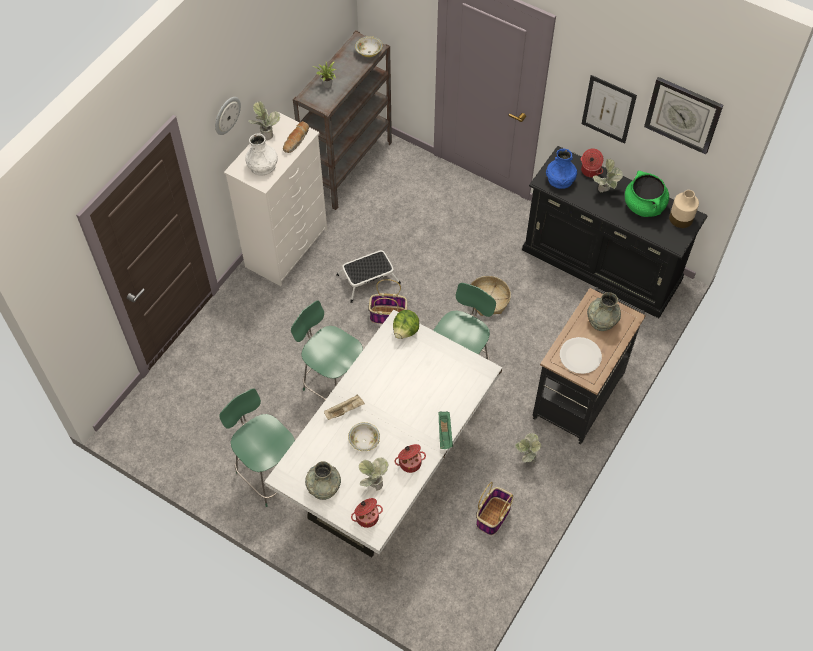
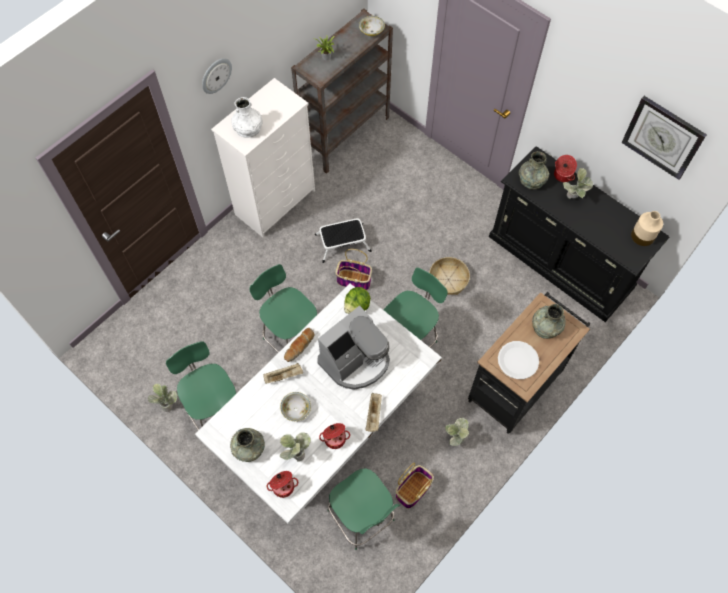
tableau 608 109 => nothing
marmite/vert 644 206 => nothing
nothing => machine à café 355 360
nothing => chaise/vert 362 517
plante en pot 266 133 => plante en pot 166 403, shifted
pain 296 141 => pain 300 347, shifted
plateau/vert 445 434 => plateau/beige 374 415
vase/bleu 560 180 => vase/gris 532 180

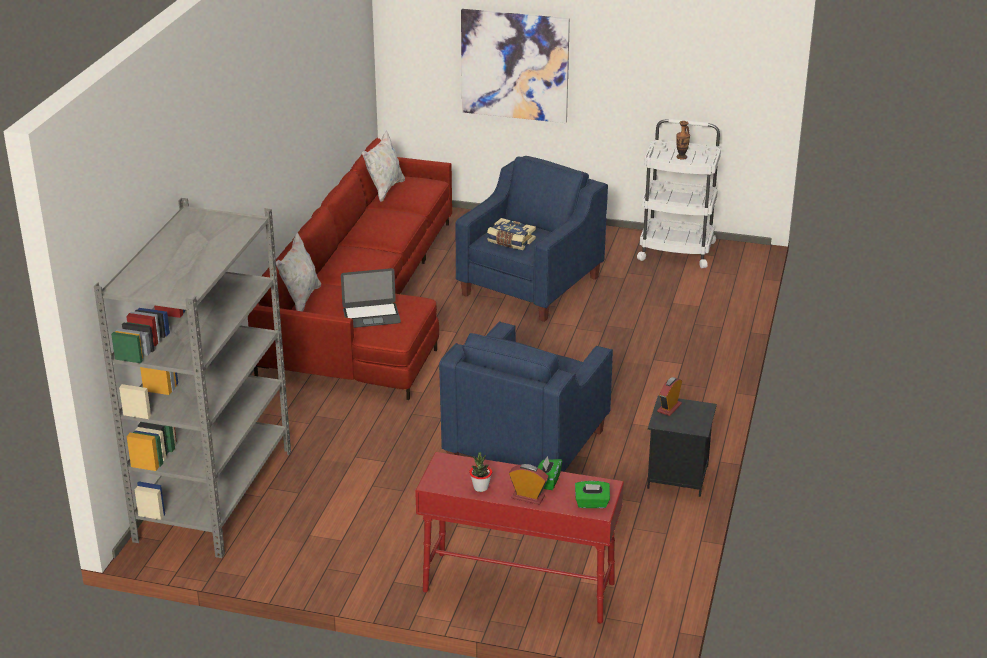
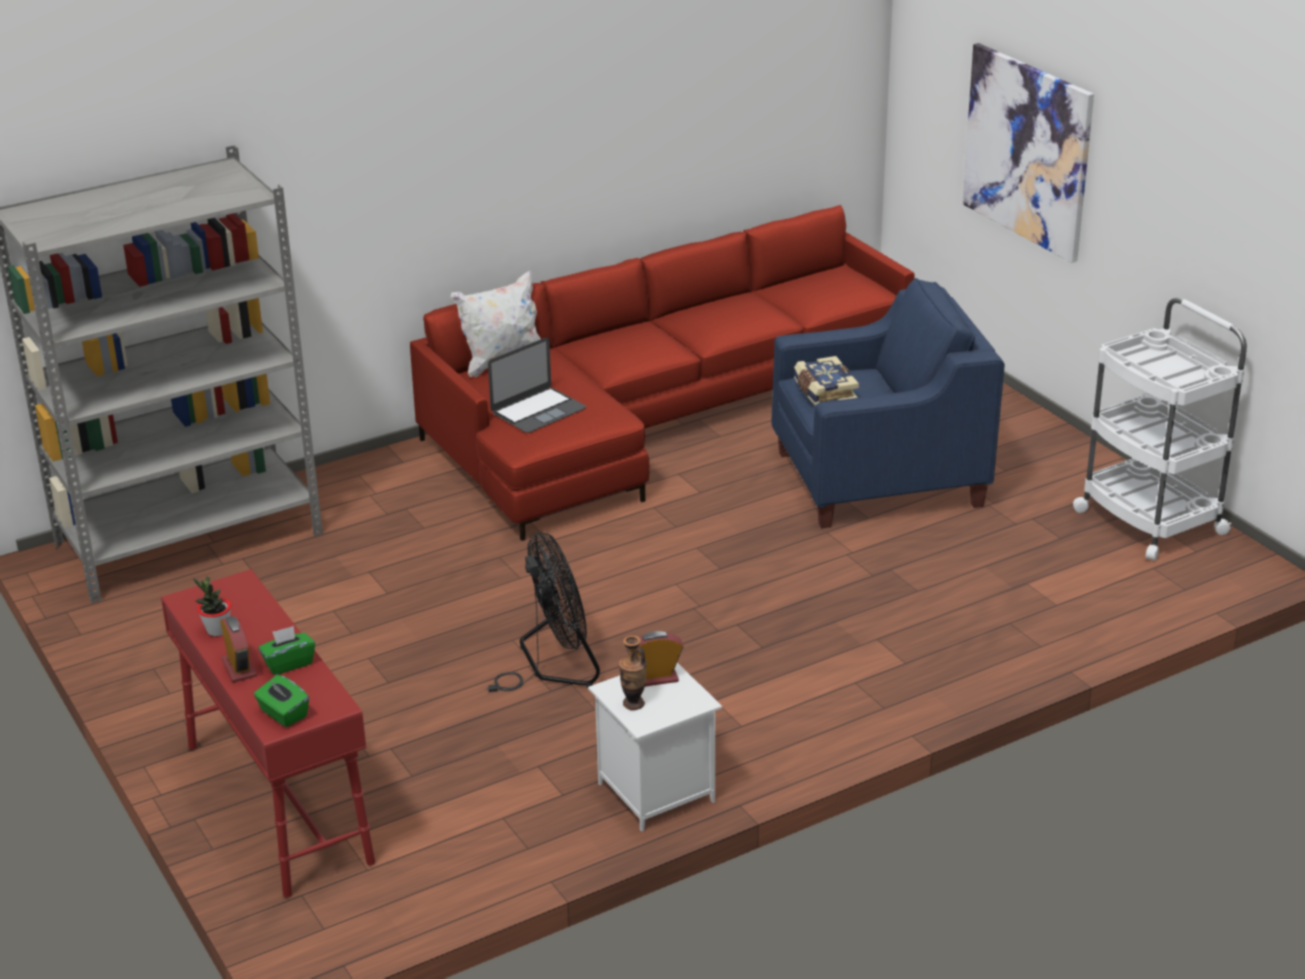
coussin/blanc 384 190 => nothing
vase 681 157 => vase 633 703, shifted
fauteuil/bleu 526 448 => ventilateur/noir 548 660
table de chevet/noir 679 478 => table de chevet/blanc 655 795
ordinateur portable 371 315 => ordinateur portable 538 410, 75 degrees counterclockwise

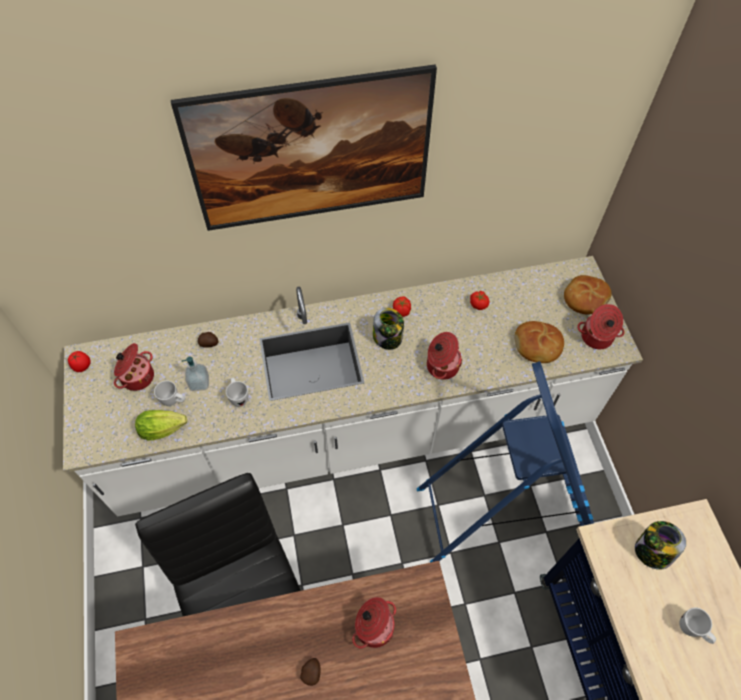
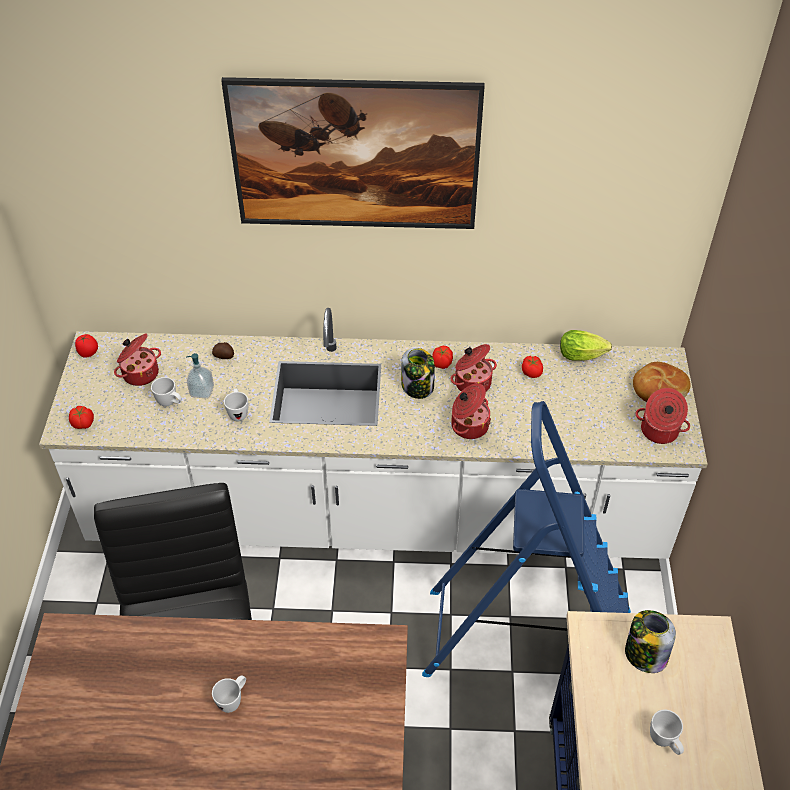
pain 537 346 => nothing
nothing => tomate 83 424
laitue 165 429 => laitue 584 356, shifted
marmite 373 626 => marmite 472 382, shifted
pomme de terre 312 672 => mug/blanc 233 700

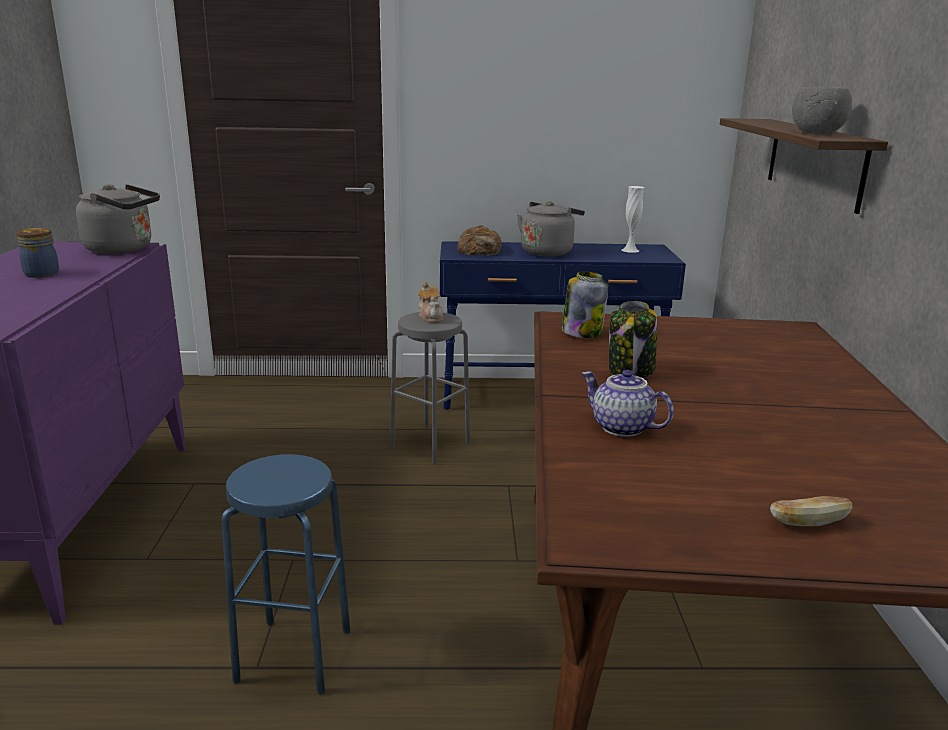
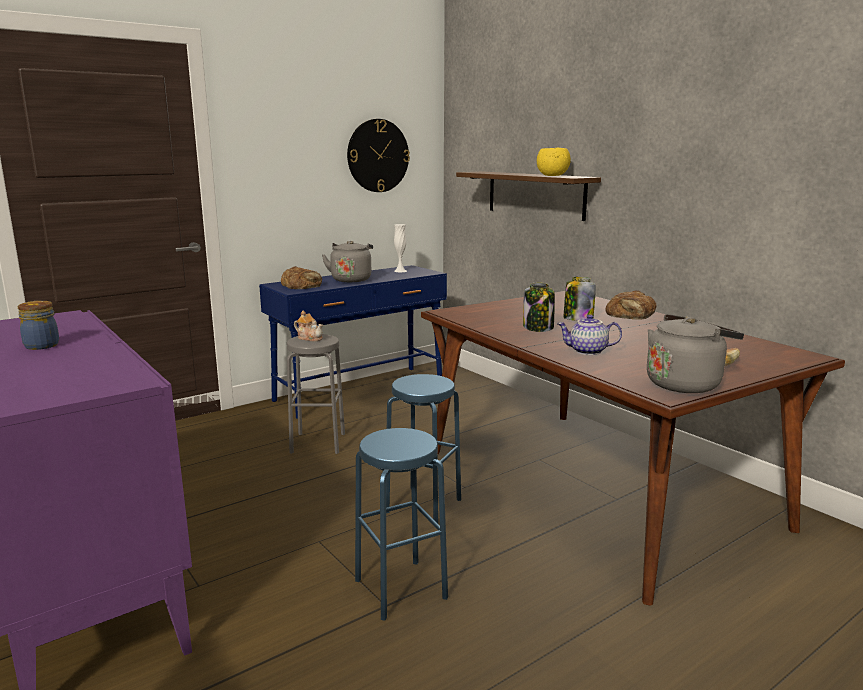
nothing => horloge murale 378 156
nothing => tabouret/bleu 423 505
nothing => pain 631 313
bouilloire/gris 123 249 => bouilloire/gris 685 384, shifted
bocal 582 333 => bocal 577 319, shifted
bol/gris 817 133 => bol/jaune 553 175

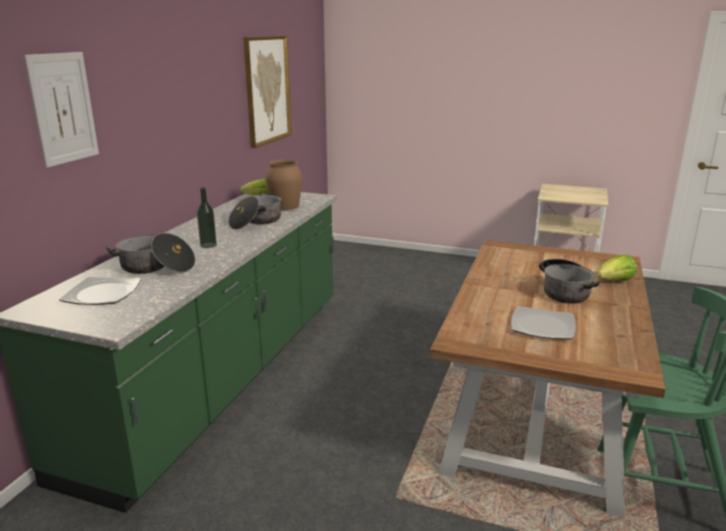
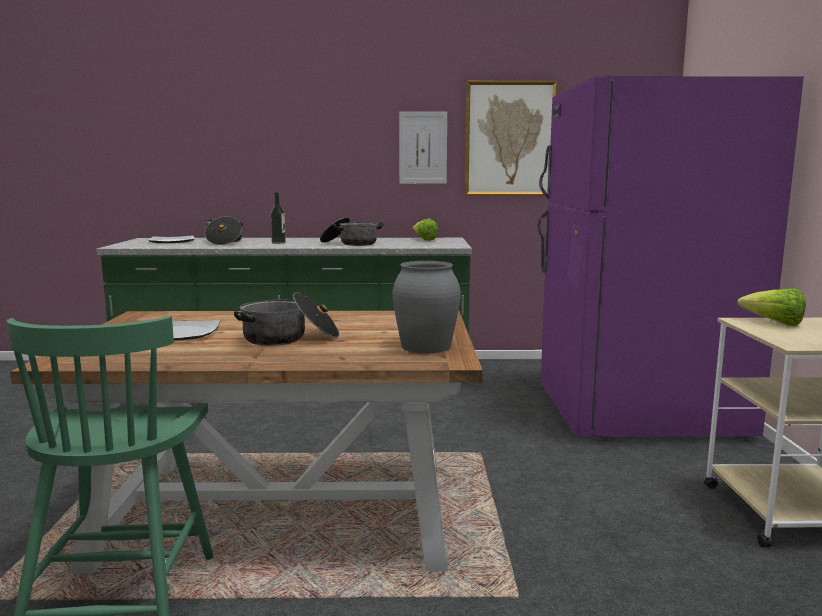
vase/marron 285 206 => nothing
nothing => vase/gris 425 346
nothing => réfrigérateur/violet 638 411
tableau 63 108 => tableau 423 148, shifted
laitue 614 282 => laitue 774 323, shifted

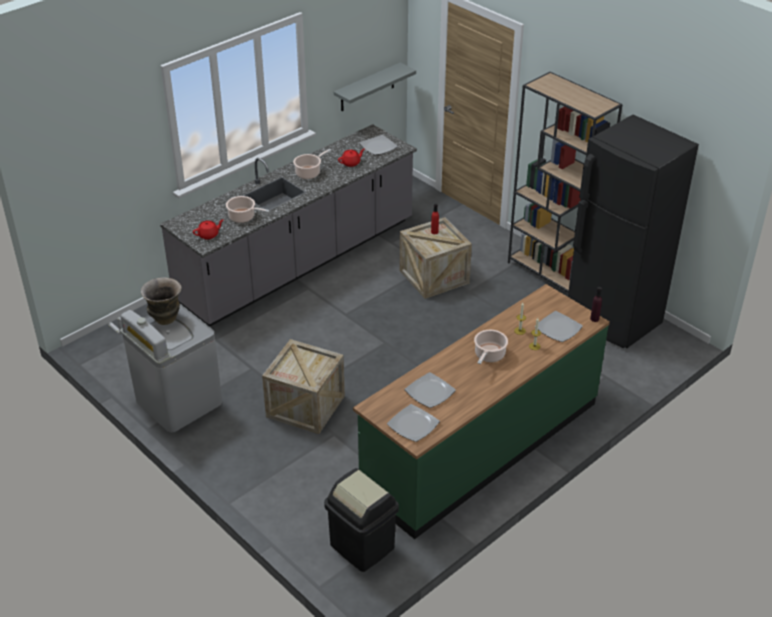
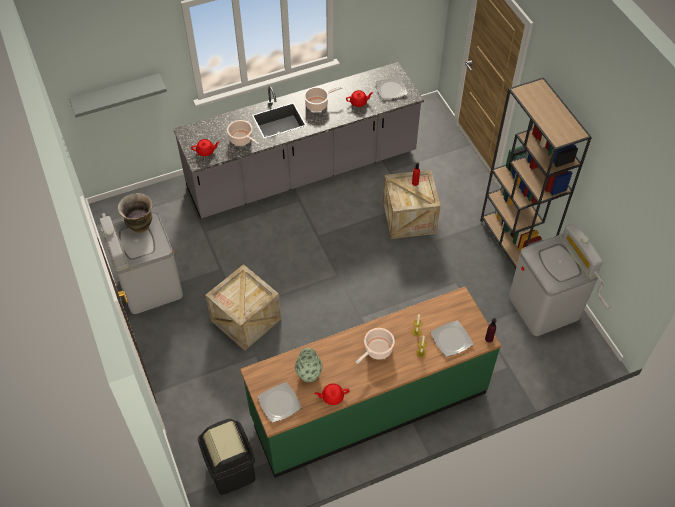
nothing => théière/rouge 332 396
étagère/gris 367 87 => étagère/gris 117 95, shifted
assiette 430 392 => vase 309 374
réfrigérateur/noir 613 319 => lave-linge/gris 545 309

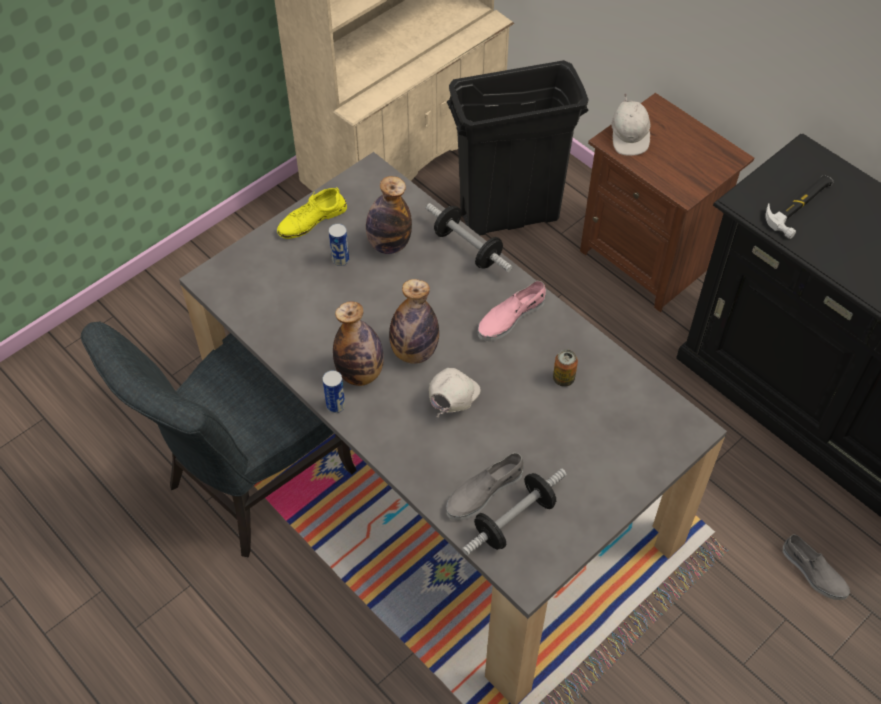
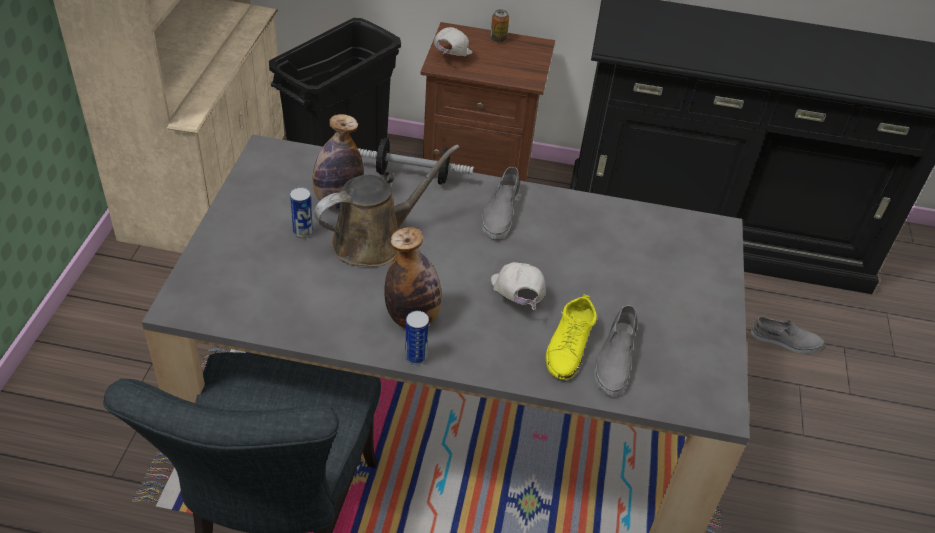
bouteille 414 352 => nothing
haltère 514 520 => nothing
marteau 800 206 => nothing
nothing => arrosoir/marron 374 241
chaussure/jaune 312 220 => chaussure/jaune 569 346, shifted
boîte métallique 563 379 => boîte métallique 498 39, shifted
chaussure/rose 510 317 => chaussure/gris 500 212
casquette/blanc 629 137 => casquette/blanc 450 57, 120 degrees counterclockwise

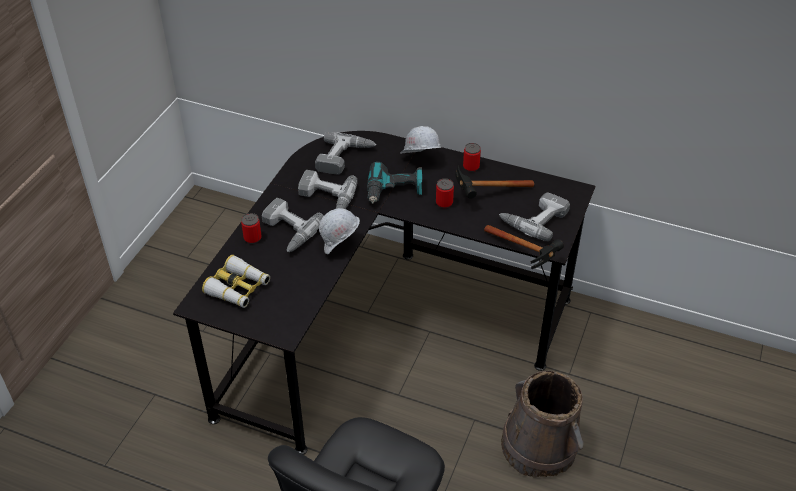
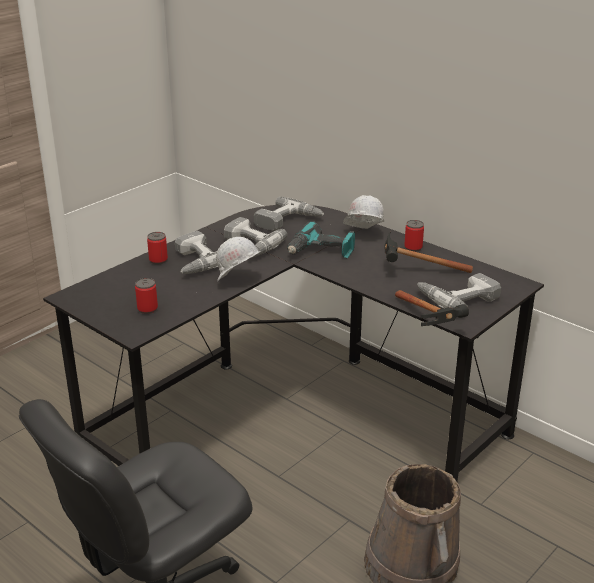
jumelles 238 288 => nothing
boîte métallique 444 203 => boîte métallique 147 309, shifted

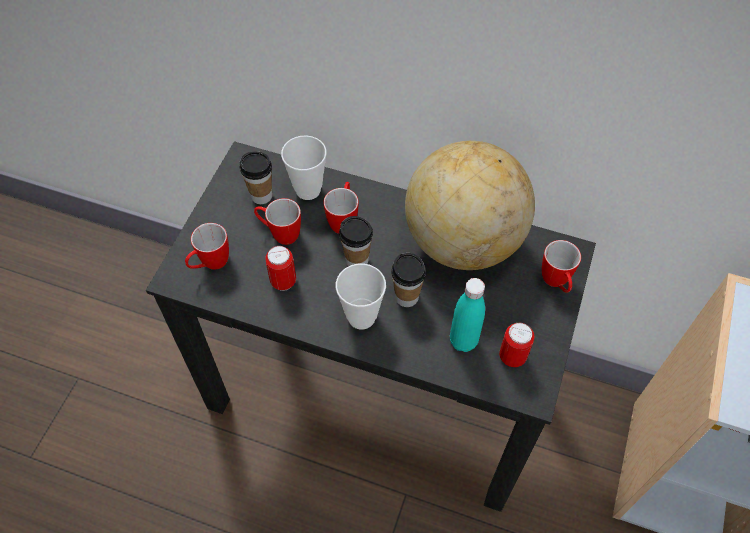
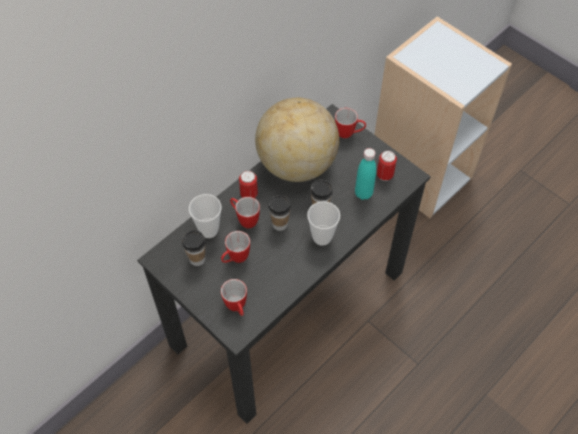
boîte métallique 283 281 => boîte métallique 249 195, shifted

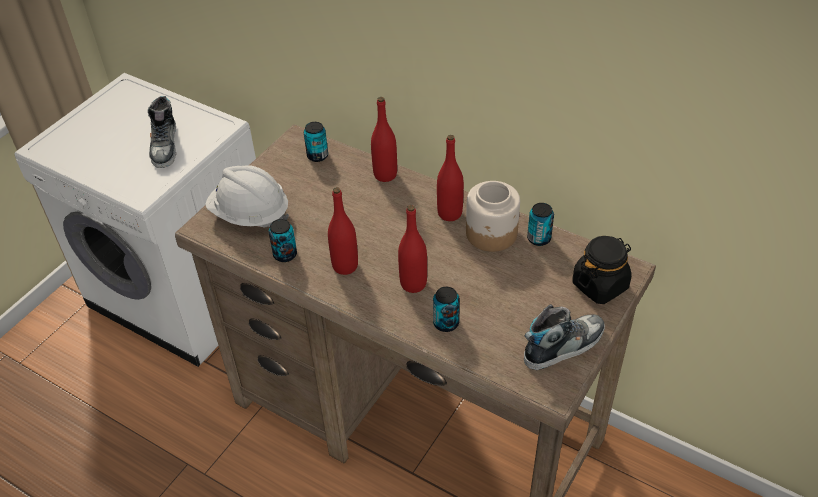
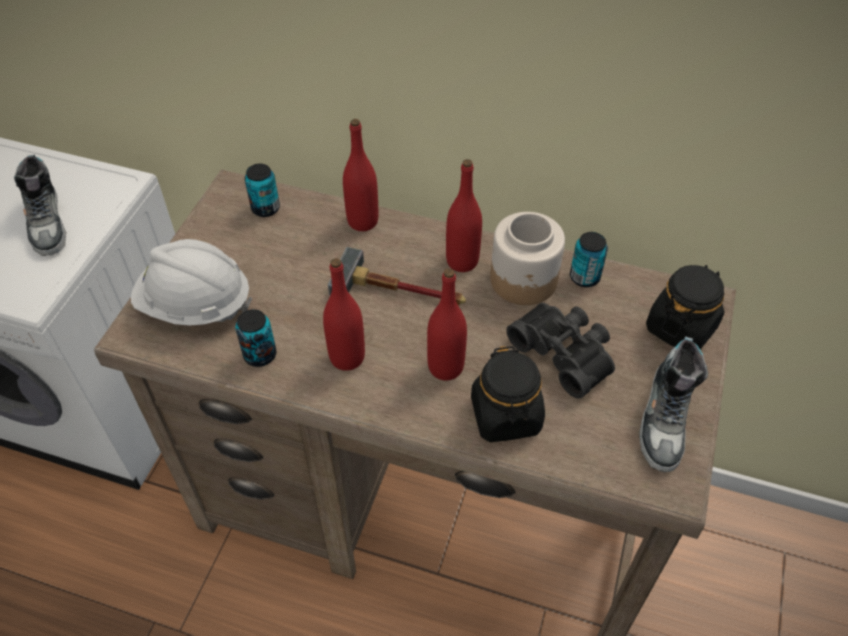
nothing => marteau 400 291
nothing => jumelles/noir 565 353
boîte métallique 446 323 => bocal/noir 506 416
chaussure 563 345 => chaussure 665 419, 150 degrees clockwise

